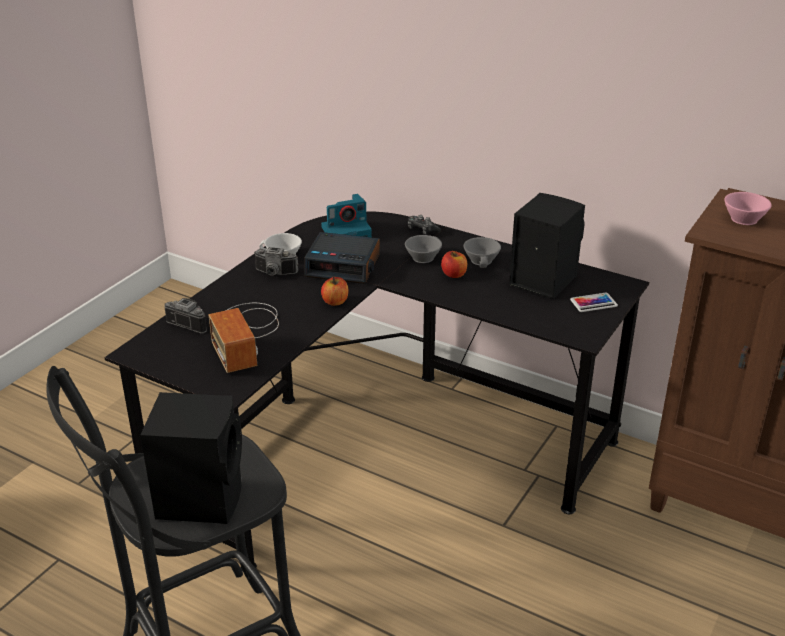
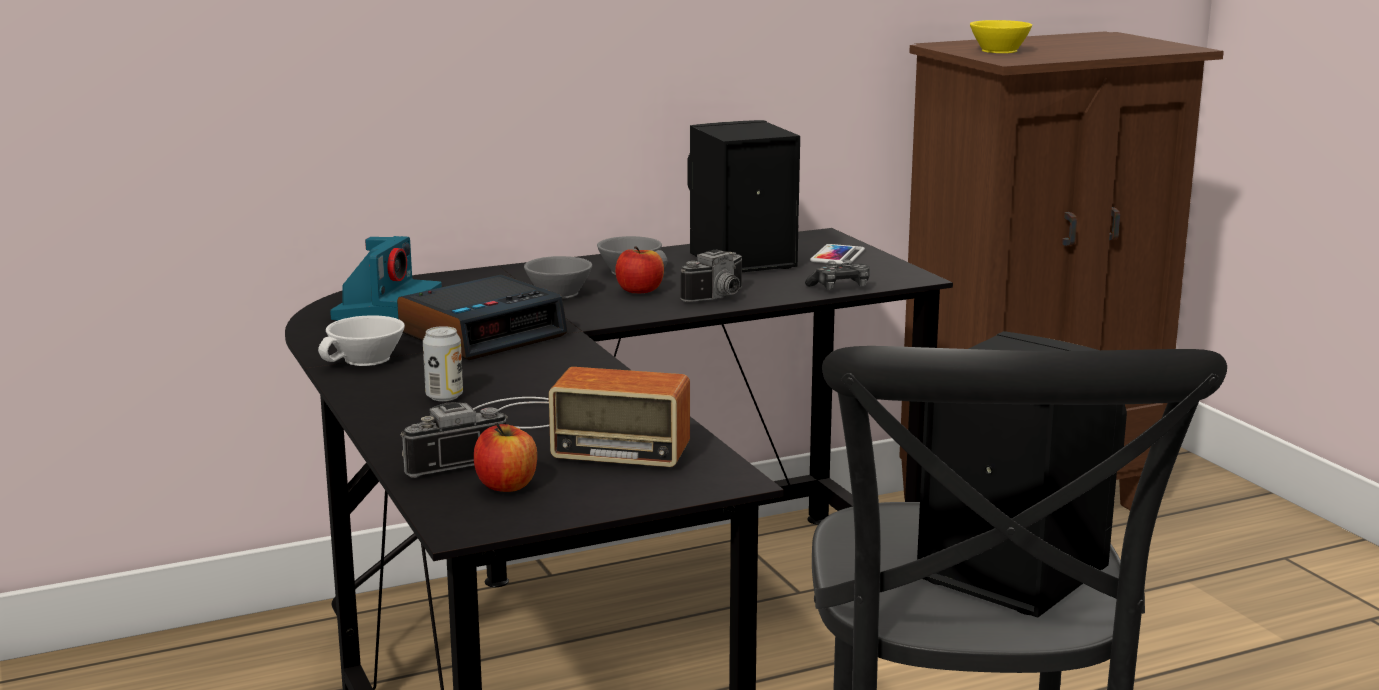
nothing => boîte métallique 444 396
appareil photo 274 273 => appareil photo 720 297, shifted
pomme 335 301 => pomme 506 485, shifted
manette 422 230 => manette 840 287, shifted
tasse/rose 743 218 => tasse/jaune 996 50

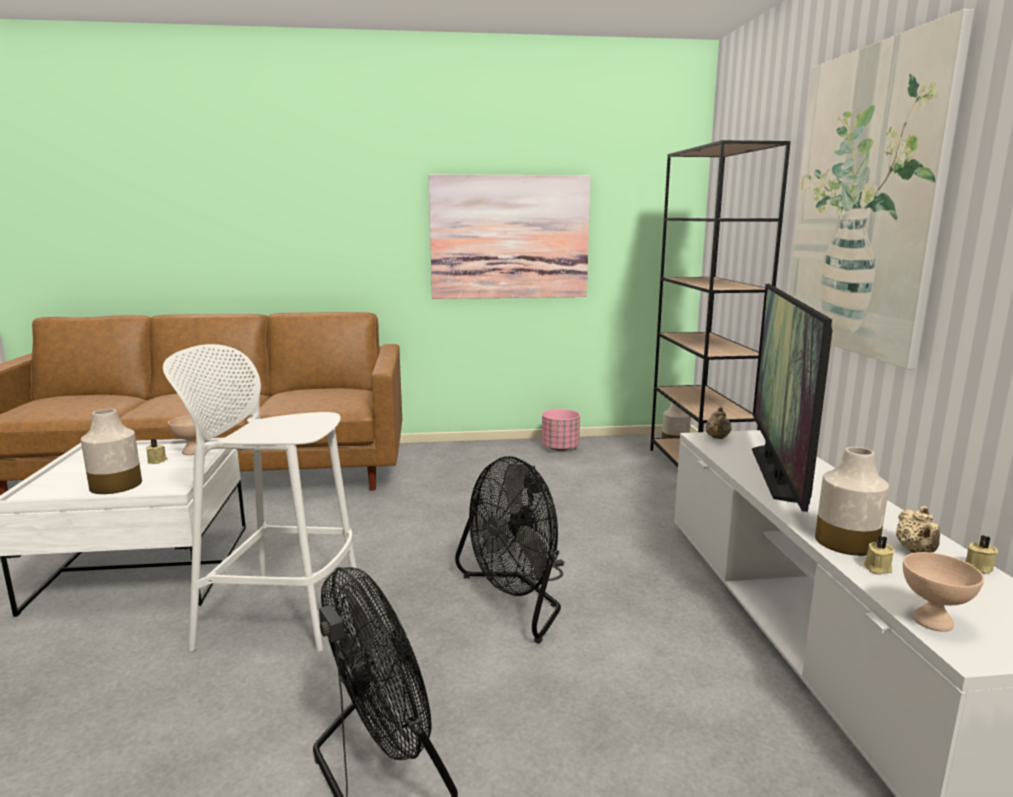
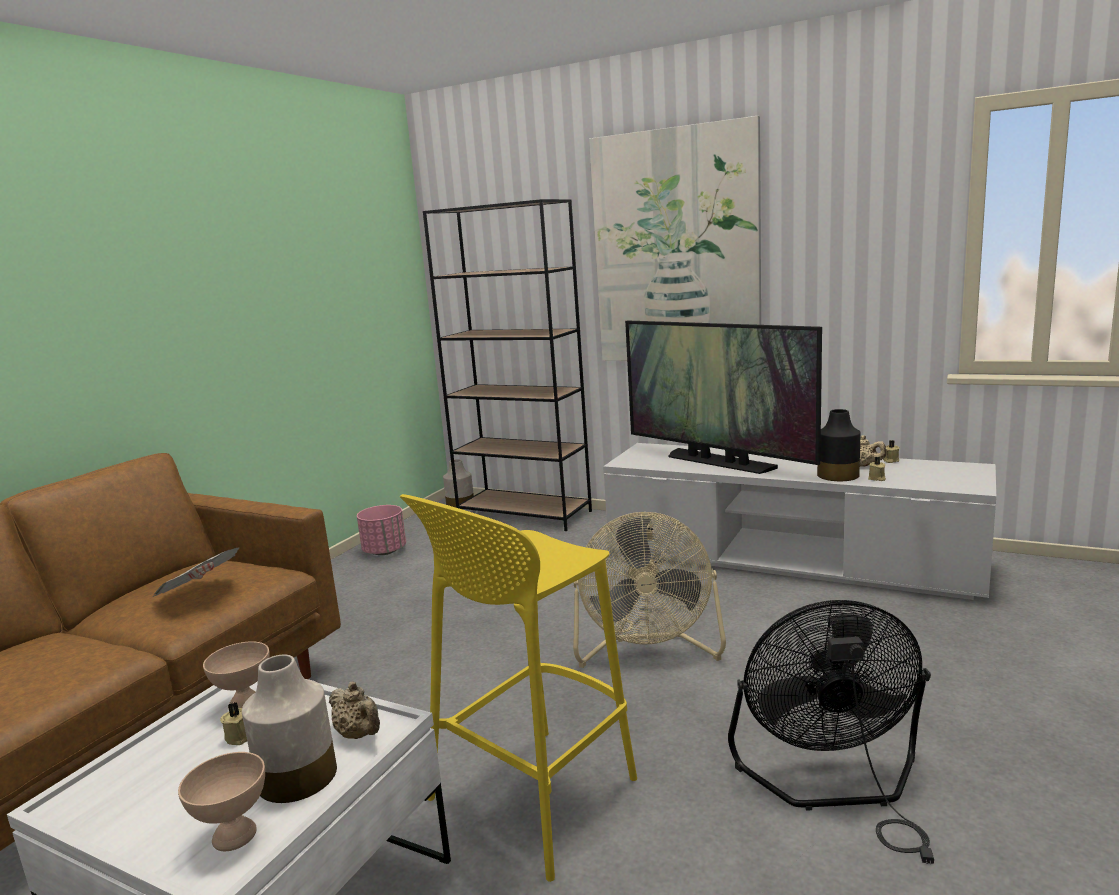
tableau 509 237 => nothing
nothing => journal 200 593
théière/beige 717 438 => théière/beige 359 734, shifted
bol/beige 931 621 => bol/beige 233 837, shifted
tabouret/blanc 280 614 => tabouret/jaune 535 796
ventilateur/noir 519 596 => ventilateur/beige 642 649
vase/beige 847 541 => vase/noir 838 475

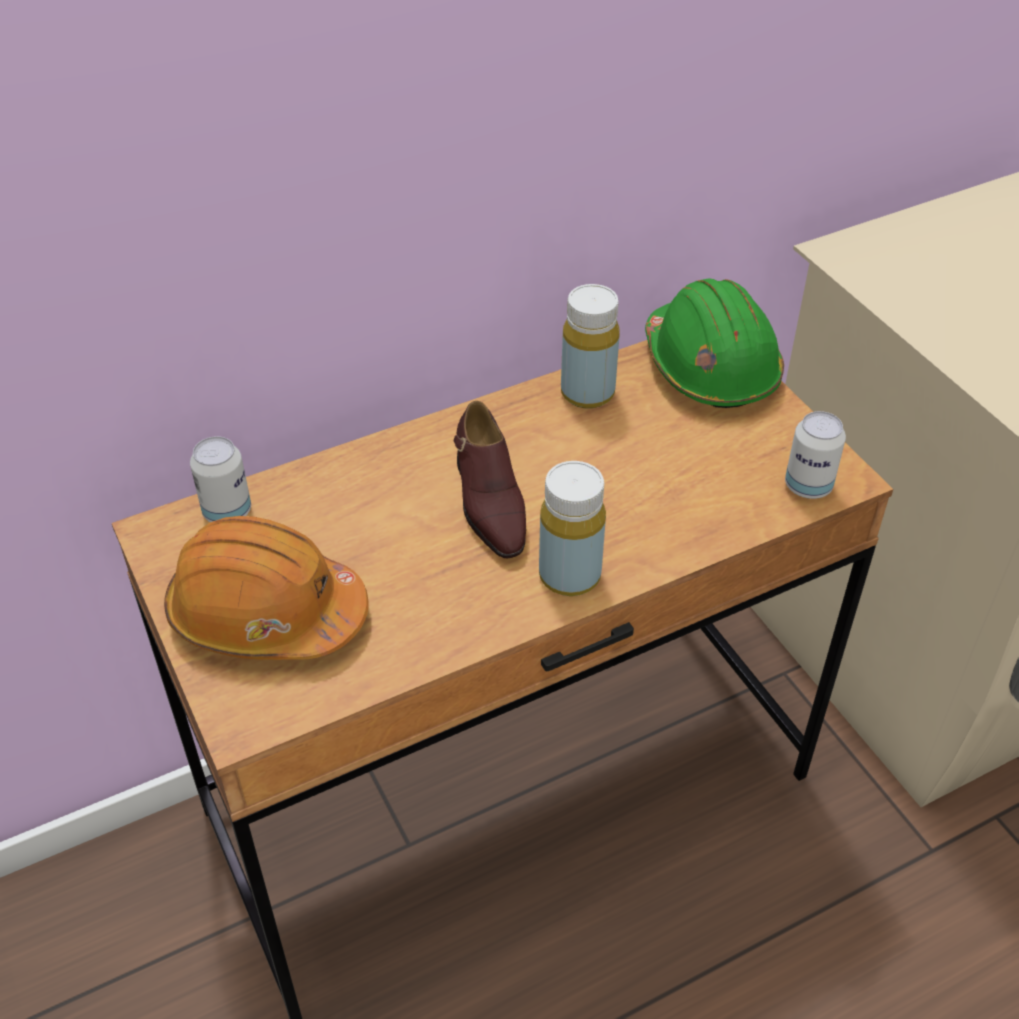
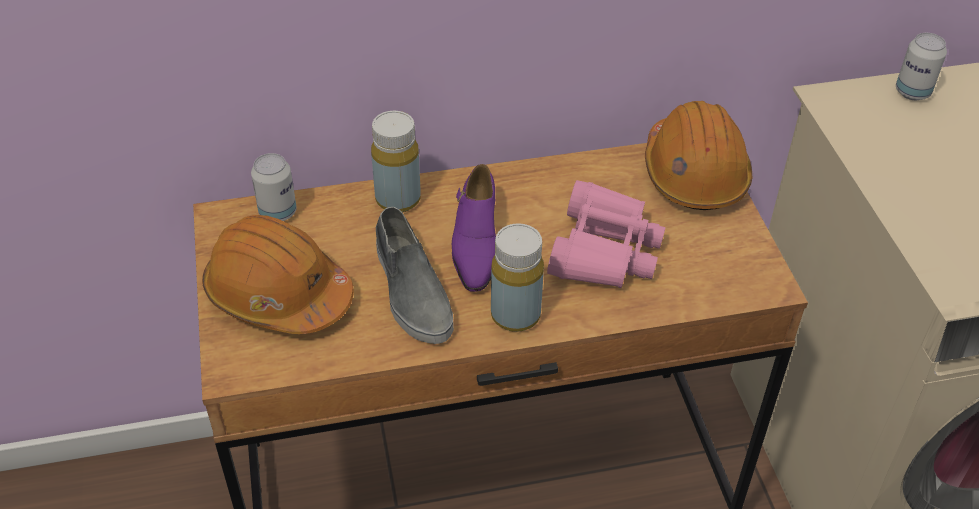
nothing => chaussure/gris 411 290
nothing => jumelles/rose 604 250
bouteille/jaune 587 393 => bouteille/jaune 398 199, shifted
boîte métallique 808 486 => boîte métallique 912 92, shifted
chaussure/marron 489 502 => chaussure/violet 475 245
casque de chantier/vert 710 367 => casque de chantier/orange 694 173

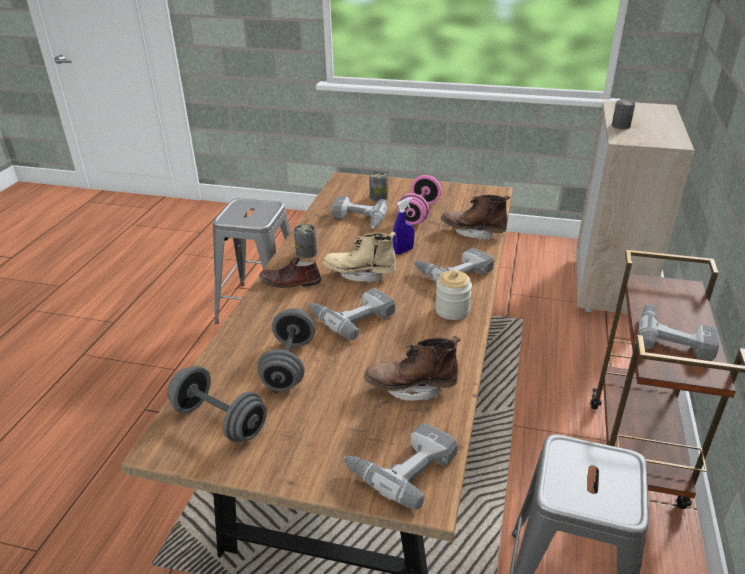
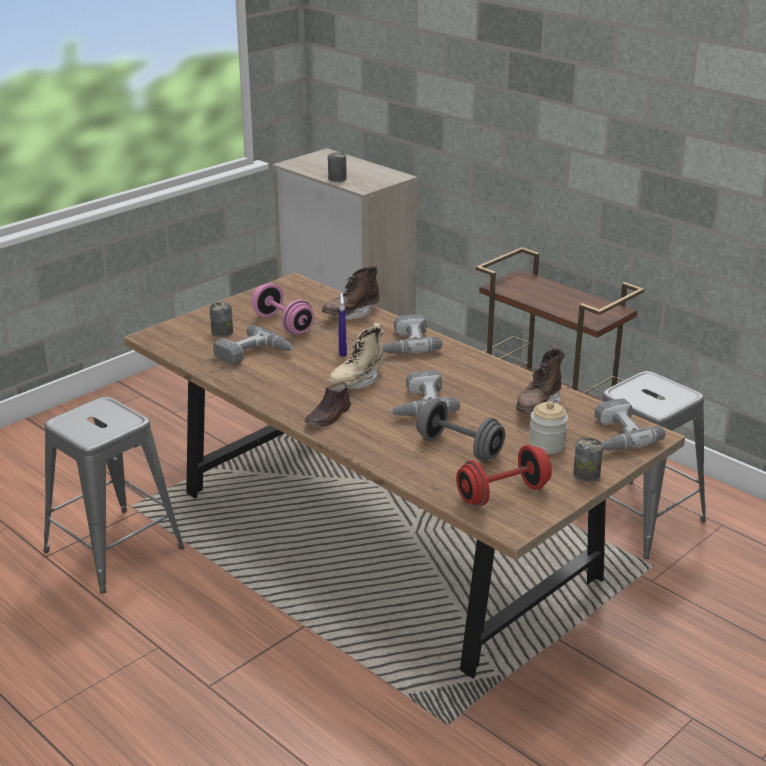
perceuse 674 337 => nothing
boîte métallique 306 253 => boîte métallique 586 474, shifted
bocal 452 310 => bocal 547 445, shifted
haltère/gris 220 420 => haltère/rouge 503 494

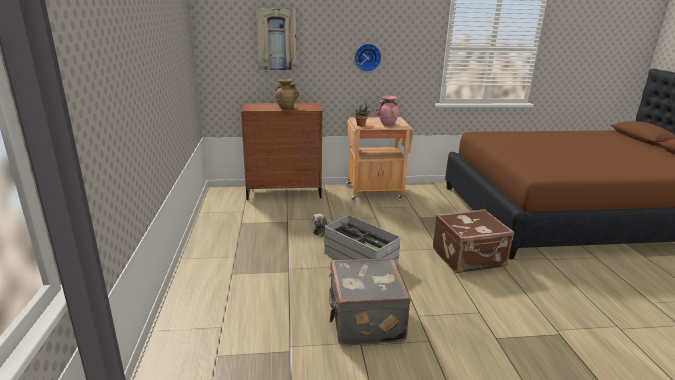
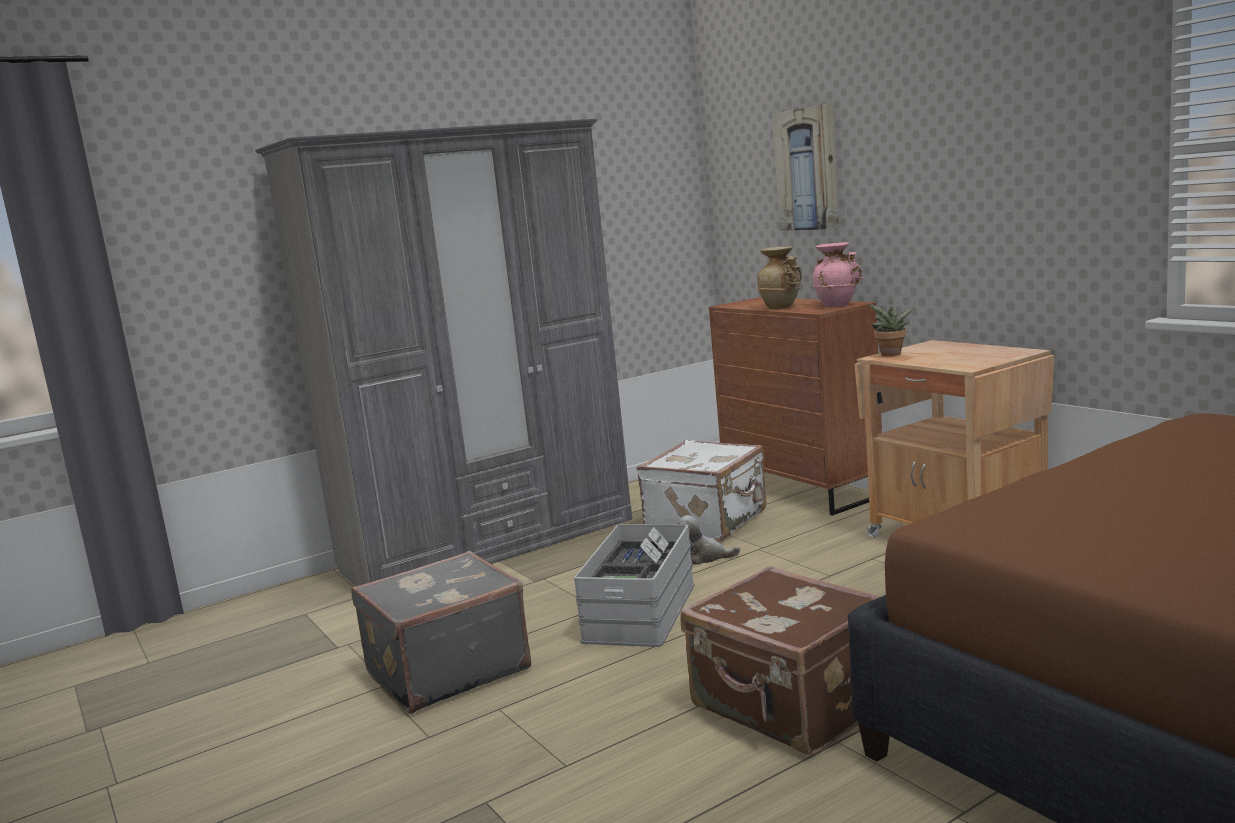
horloge murale 367 57 => nothing
nothing => armoire/gris 491 544
nothing => valise/blanc 708 522
vase/rose 387 124 => vase/rose 837 305, shifted

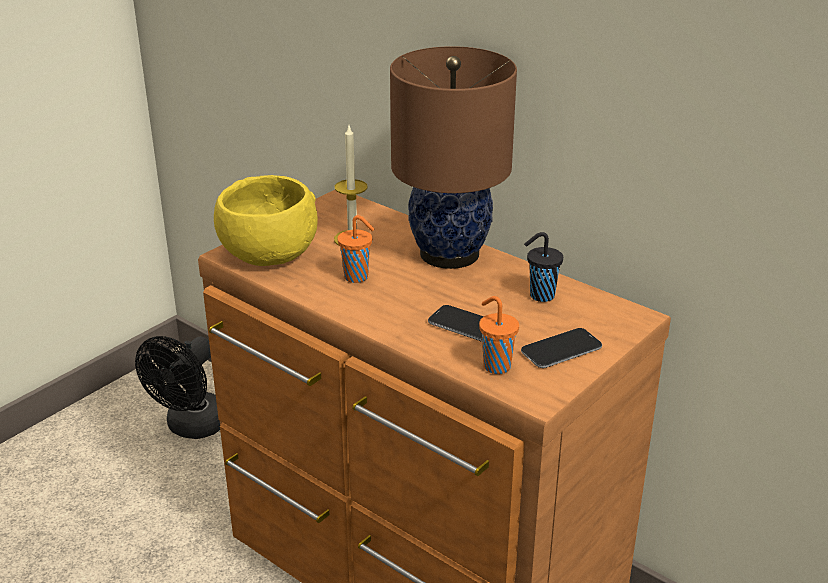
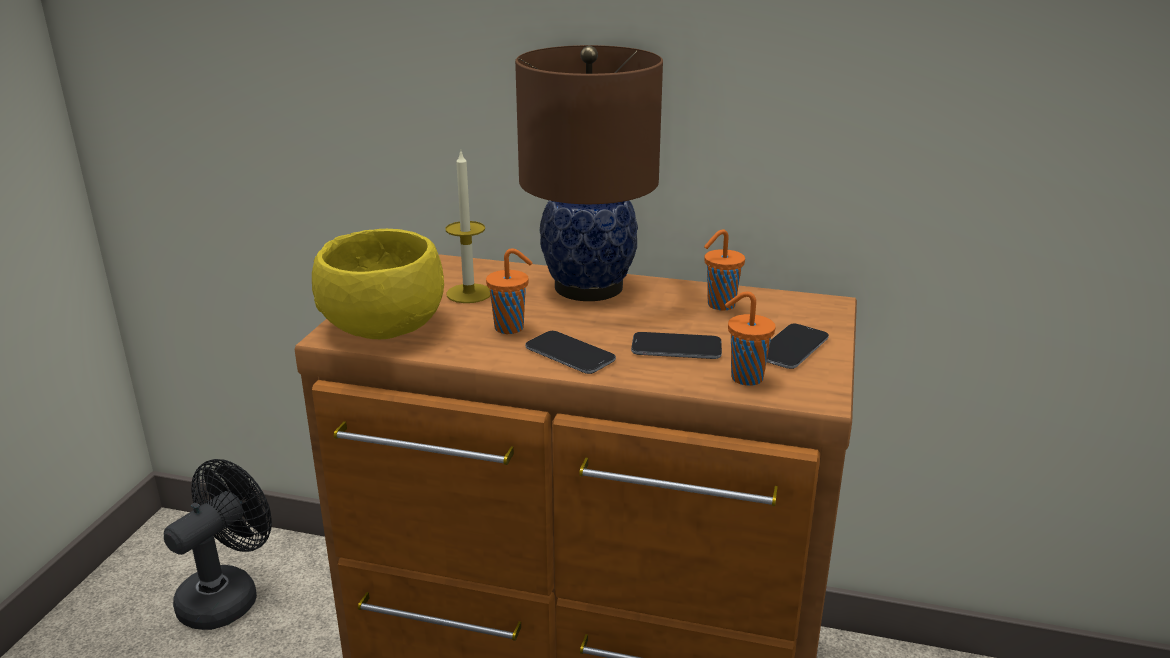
nothing => téléphone 569 354
tasse/noir 540 296 => tasse/orange 719 305
ventilateur/noir 192 427 => ventilateur/noir 228 595, 150 degrees counterclockwise

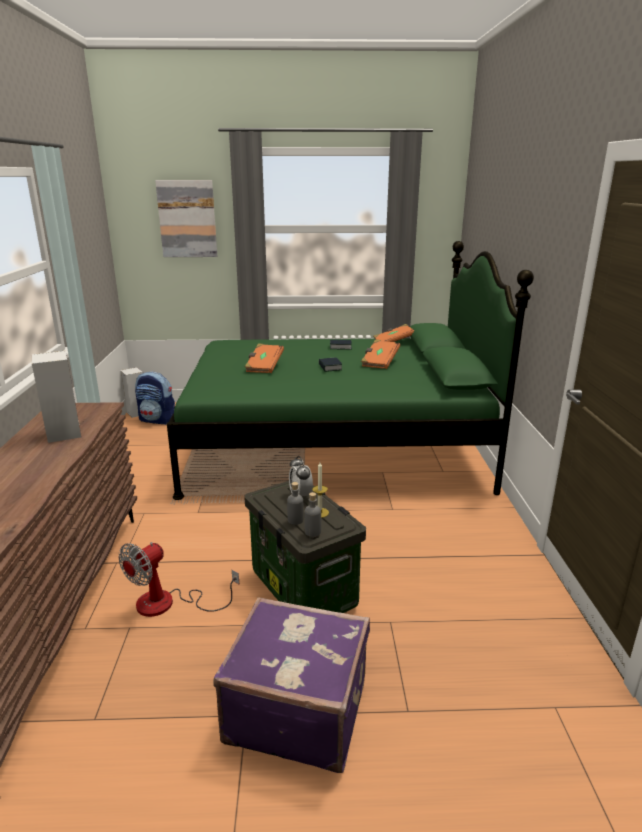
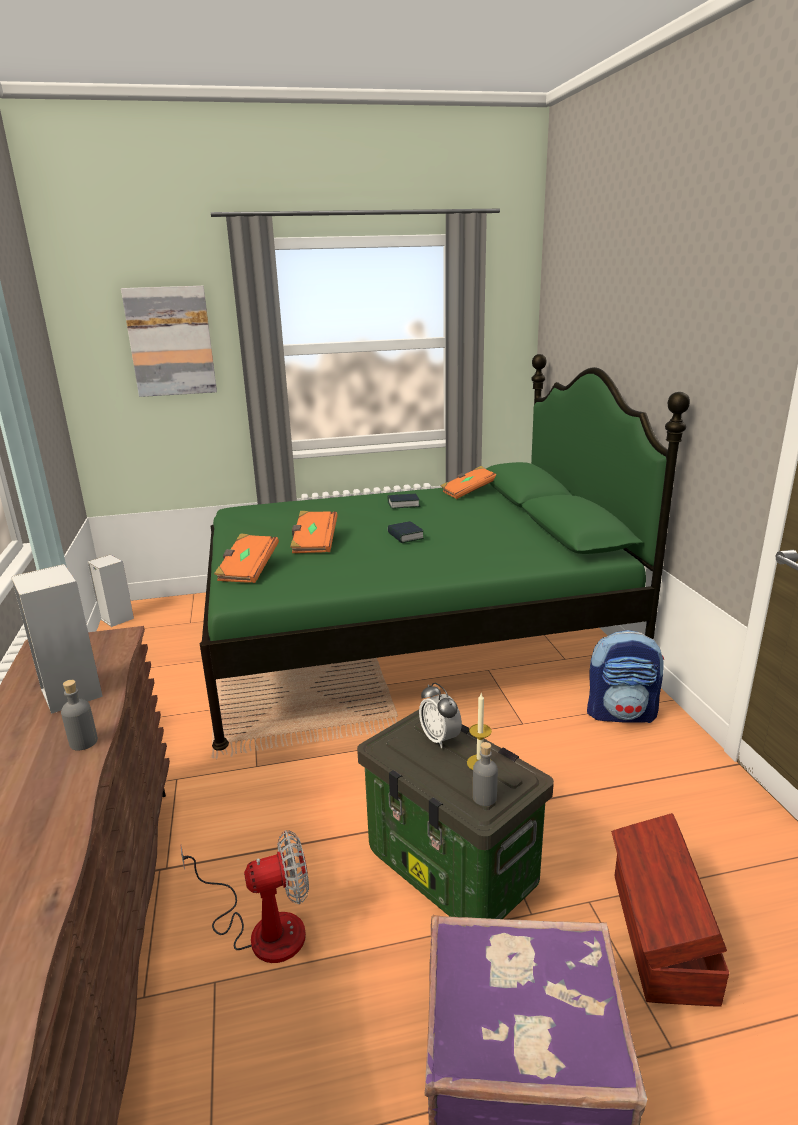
nothing => boîte de rangement/marron 660 936
sac à dos 157 420 => sac à dos 621 713, shifted
bouteille/gris 295 520 => bouteille/gris 83 742, shifted
livre/orange 379 362 => livre/orange 247 571, shifted
ventilateur 168 604 => ventilateur 262 928, 135 degrees counterclockwise

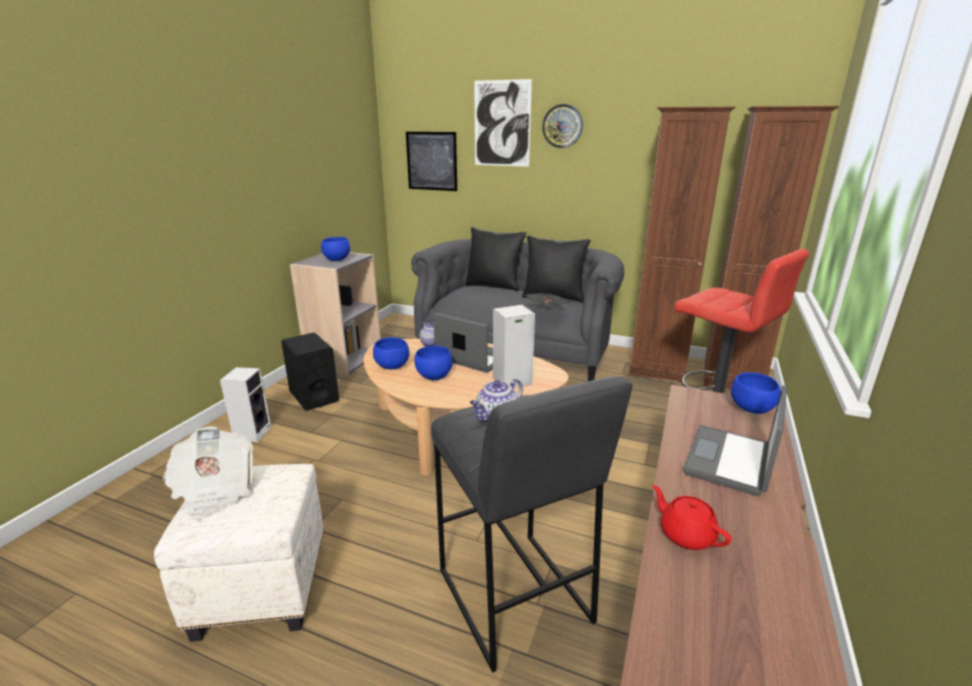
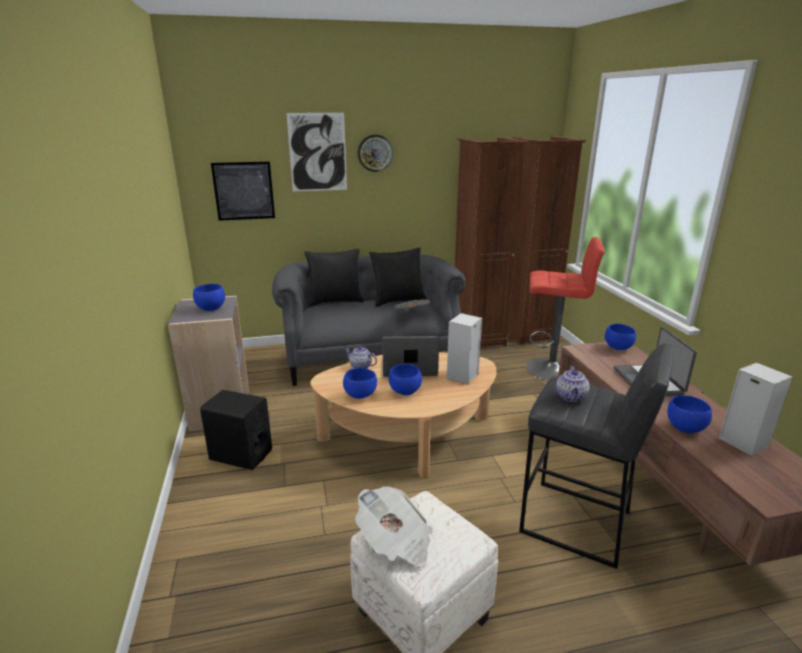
enceinte 253 432 => enceinte 741 442, shifted
théière/rouge 686 534 => bol/bleu 684 428

